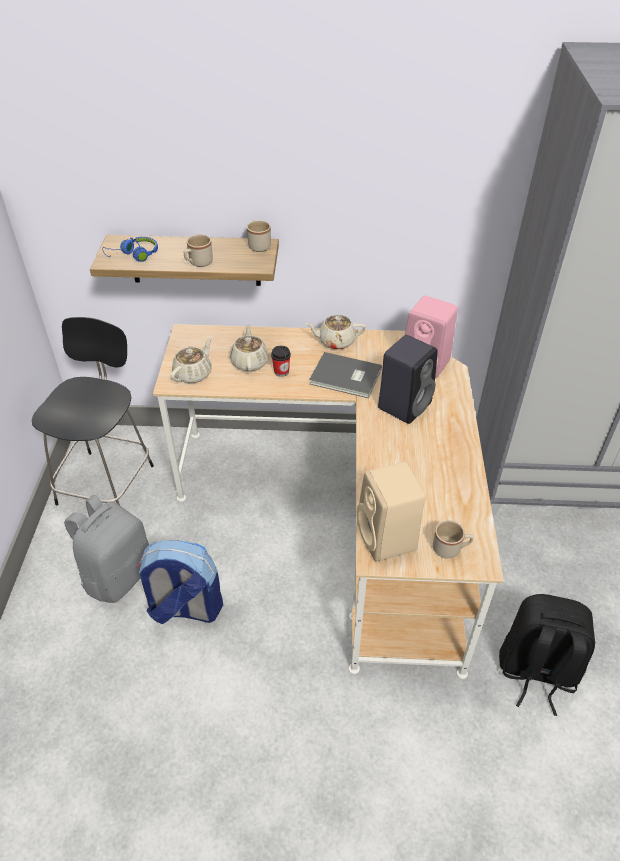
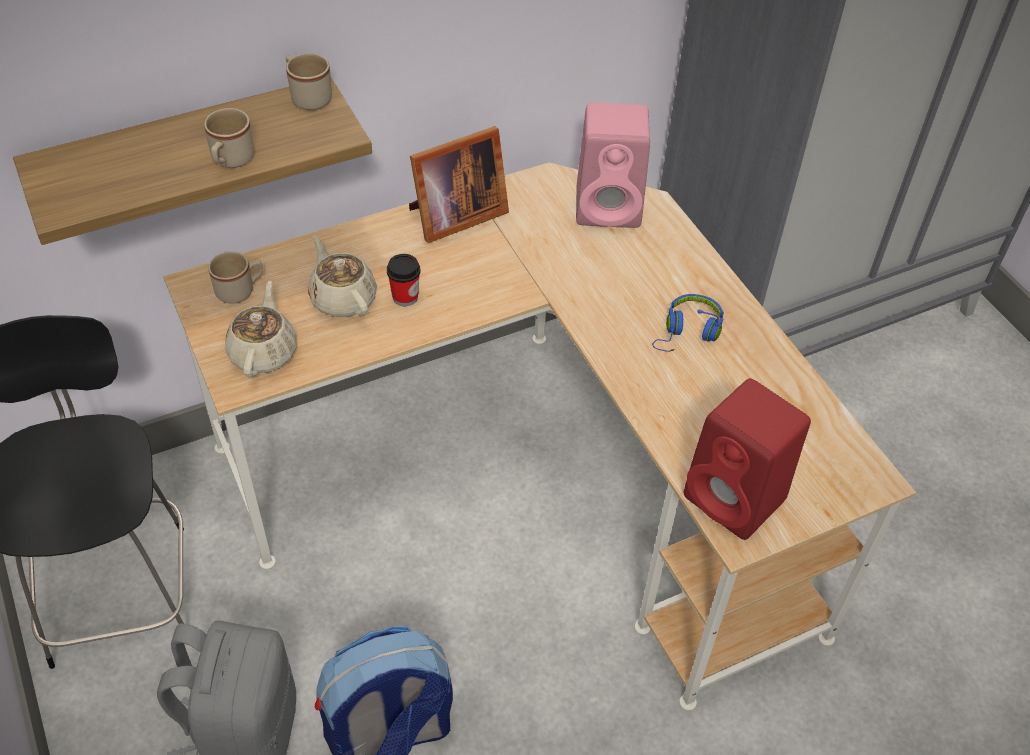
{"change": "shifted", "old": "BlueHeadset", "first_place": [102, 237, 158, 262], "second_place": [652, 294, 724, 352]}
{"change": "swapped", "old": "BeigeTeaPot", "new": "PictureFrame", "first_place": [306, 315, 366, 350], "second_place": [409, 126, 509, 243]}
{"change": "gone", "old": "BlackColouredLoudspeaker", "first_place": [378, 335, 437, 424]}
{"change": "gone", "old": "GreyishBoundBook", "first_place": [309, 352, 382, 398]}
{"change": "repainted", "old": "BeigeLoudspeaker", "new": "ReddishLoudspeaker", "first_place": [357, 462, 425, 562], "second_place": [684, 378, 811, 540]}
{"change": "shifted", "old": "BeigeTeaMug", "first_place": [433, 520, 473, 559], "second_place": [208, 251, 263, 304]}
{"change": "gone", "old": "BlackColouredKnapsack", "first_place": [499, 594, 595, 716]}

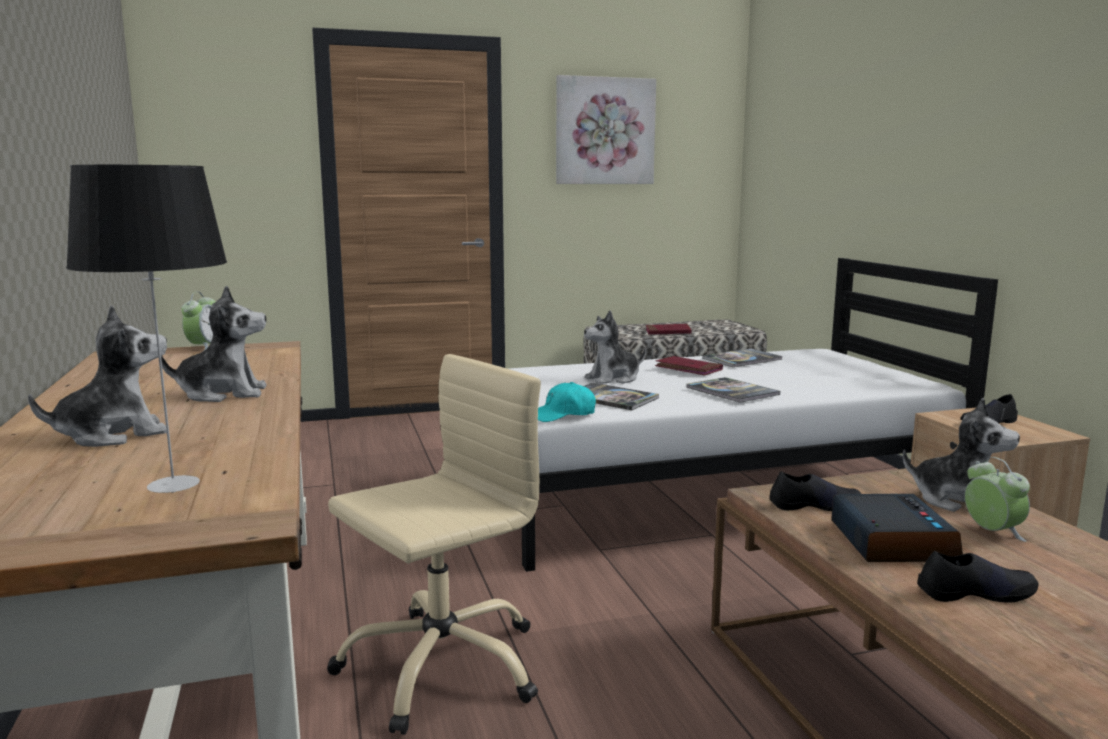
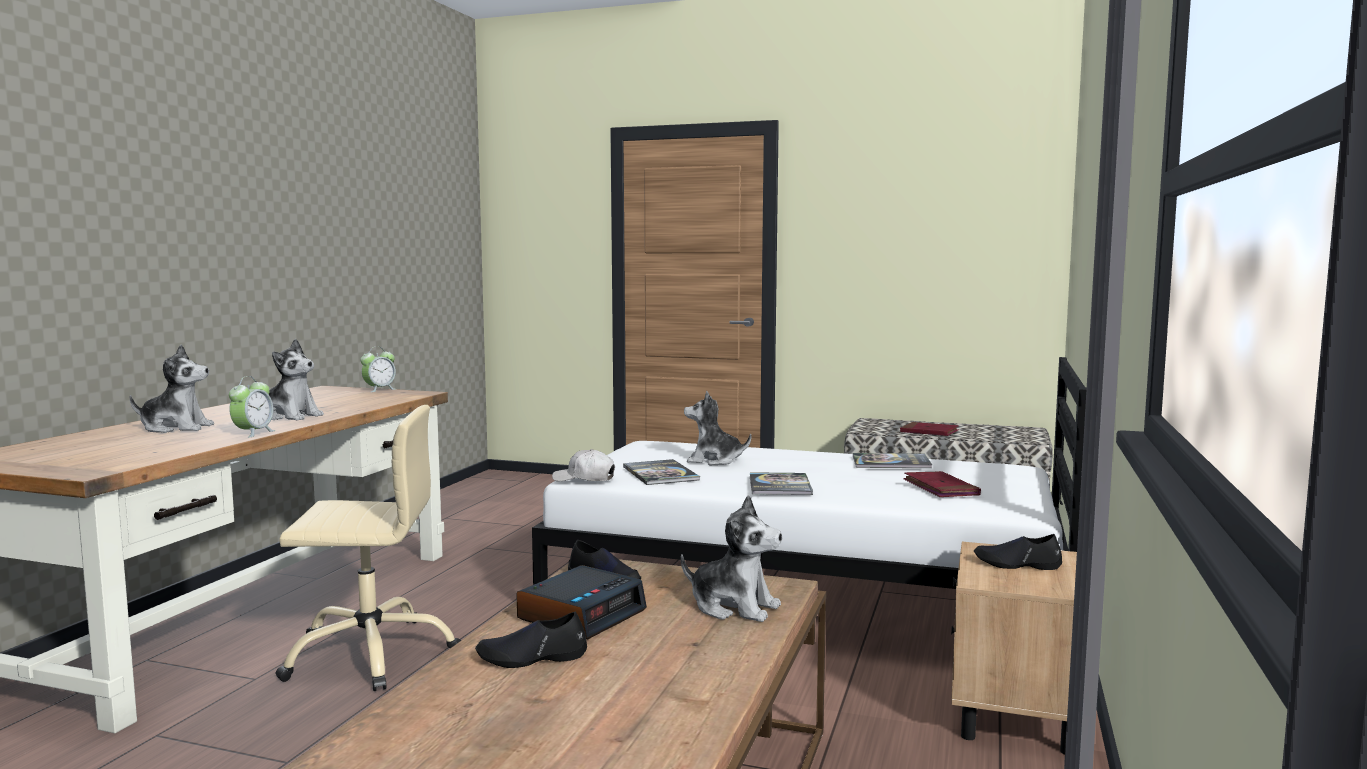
{"change": "gone", "old": "WallPicture", "first_place": [556, 75, 656, 184]}
{"change": "gone", "old": "LampForATable", "first_place": [66, 165, 227, 493]}
{"change": "shifted", "old": "ReddishBoundBook", "first_place": [655, 356, 723, 376], "second_place": [903, 471, 981, 497]}
{"change": "repainted", "old": "TurquoiseColouredBaseballCap", "new": "WhiteColouredBaseballCap", "first_place": [538, 382, 596, 422], "second_place": [552, 449, 615, 482]}
{"change": "rotated", "old": "PlushToy", "first_place": [903, 398, 1020, 512], "second_place": [681, 495, 782, 622], "degrees": -45}
{"change": "shifted", "old": "AlarmClock", "first_place": [965, 457, 1030, 542], "second_place": [229, 376, 276, 438]}
{"change": "rotated", "old": "BlackColouredLowShoe", "first_place": [917, 551, 1038, 603], "second_place": [475, 612, 587, 668], "degrees": 135}

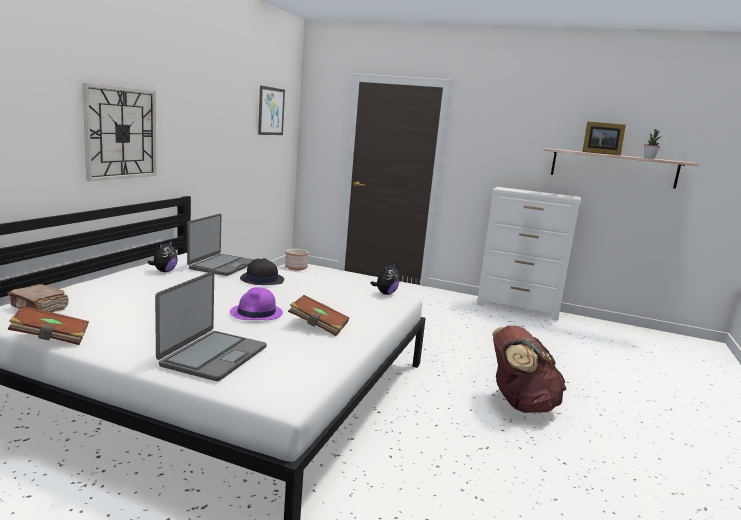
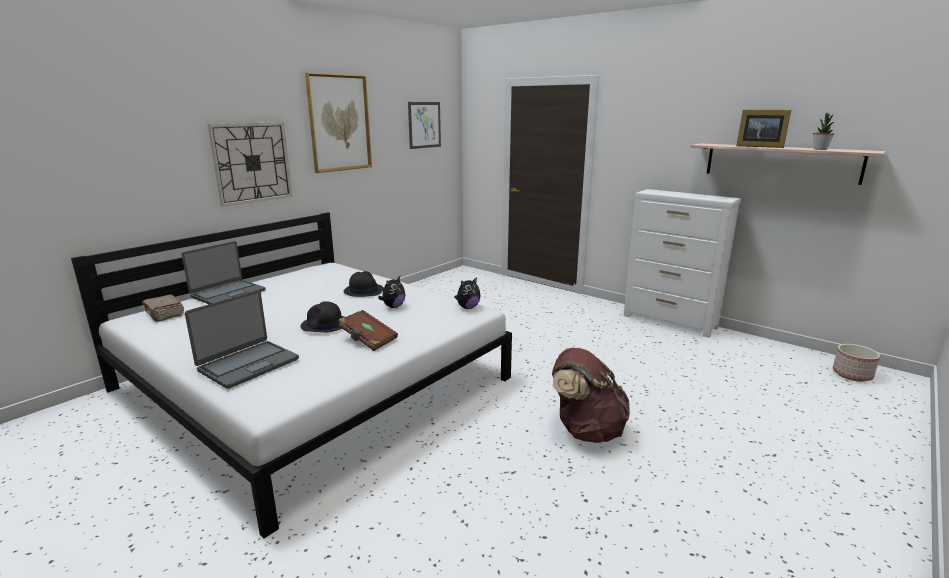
{"change": "shifted", "old": "Laptop", "first_place": [187, 214, 254, 276], "second_place": [182, 241, 266, 304]}
{"change": "shifted", "old": "PlushToy", "first_place": [148, 240, 178, 272], "second_place": [378, 276, 405, 308]}
{"change": "shifted", "old": "FlowerPot", "first_place": [285, 249, 308, 270], "second_place": [833, 344, 880, 382]}
{"change": "repainted", "old": "PurpleColouredClothingHat", "new": "BlackColouredClothingHat", "first_place": [230, 287, 283, 320], "second_place": [300, 301, 344, 332]}
{"change": "gone", "old": "BrownColouredBoundBook", "first_place": [8, 306, 89, 345]}
{"change": "new", "new": "WallPicture", "second_place": [305, 72, 372, 173]}

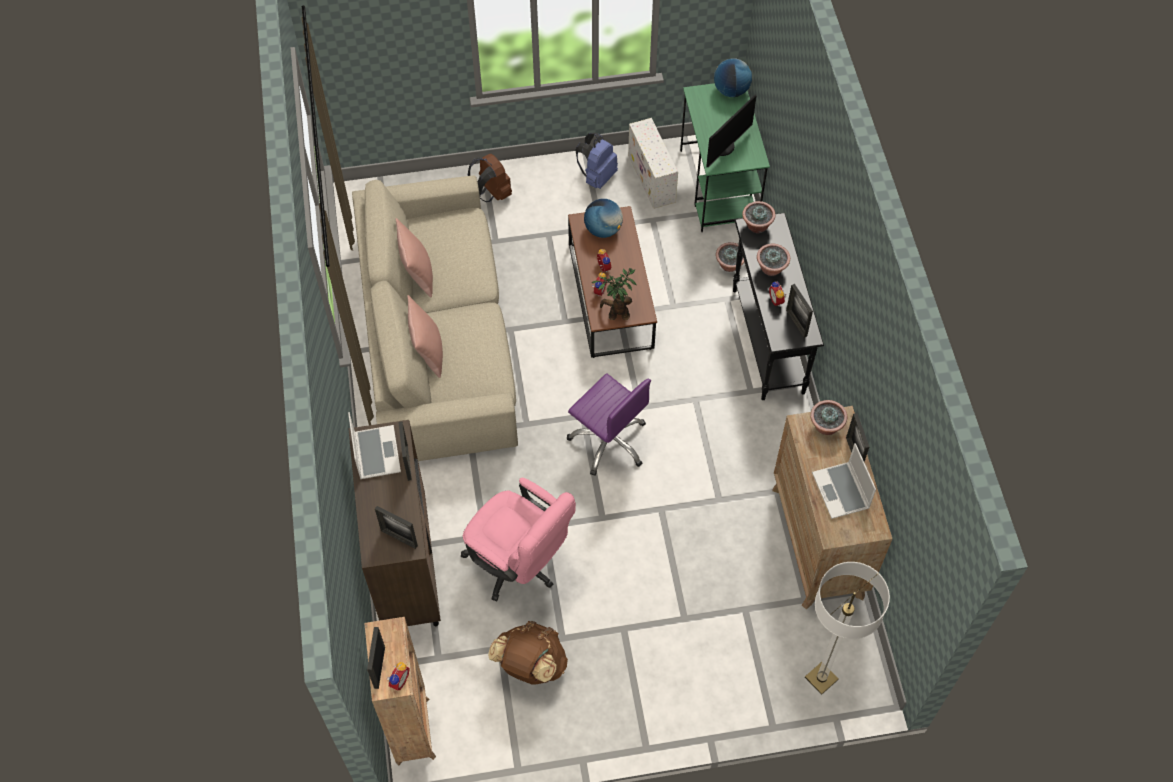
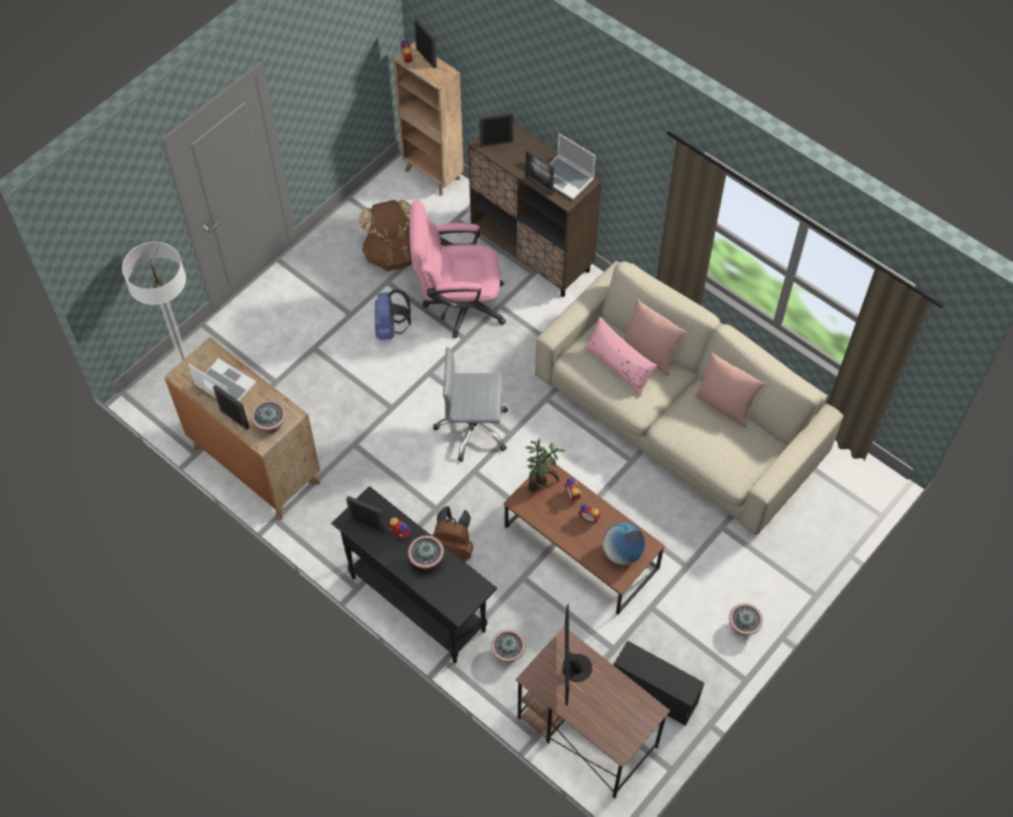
{"change": "gone", "old": "Globe", "first_place": [714, 58, 752, 97]}
{"change": "repainted", "old": "GreenDeskUnit", "new": "BrownColouredDeskUnit", "first_place": [680, 83, 770, 233], "second_place": [516, 626, 670, 798]}
{"change": "repainted", "old": "WhiteColouredStorageContainer", "new": "BlackColouredStorageContainer", "first_place": [628, 118, 678, 209], "second_place": [613, 641, 704, 726]}
{"change": "shifted", "old": "BlueKnapsack", "first_place": [575, 133, 618, 189], "second_place": [375, 289, 411, 340]}
{"change": "shifted", "old": "BrownColouredKnapsack", "first_place": [468, 154, 512, 202], "second_place": [431, 506, 473, 562]}
{"change": "shifted", "old": "PlantInAPot", "first_place": [742, 201, 776, 233], "second_place": [729, 603, 763, 635]}
{"change": "repainted", "old": "PurpleColouredOfficeChair", "new": "GreyishOfficeChair", "first_place": [567, 373, 651, 476], "second_place": [433, 347, 508, 462]}
{"change": "new", "new": "PinkCushion", "second_place": [584, 317, 657, 397]}

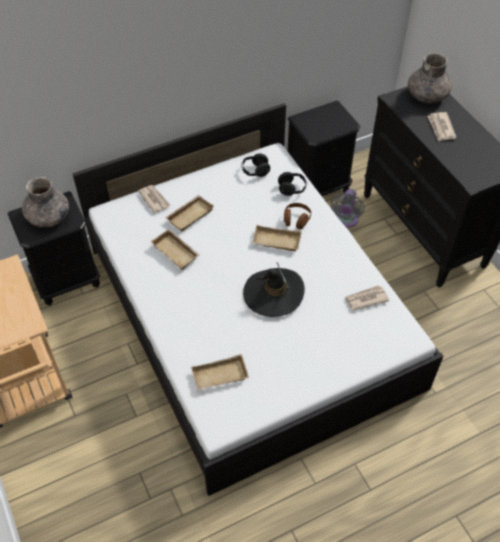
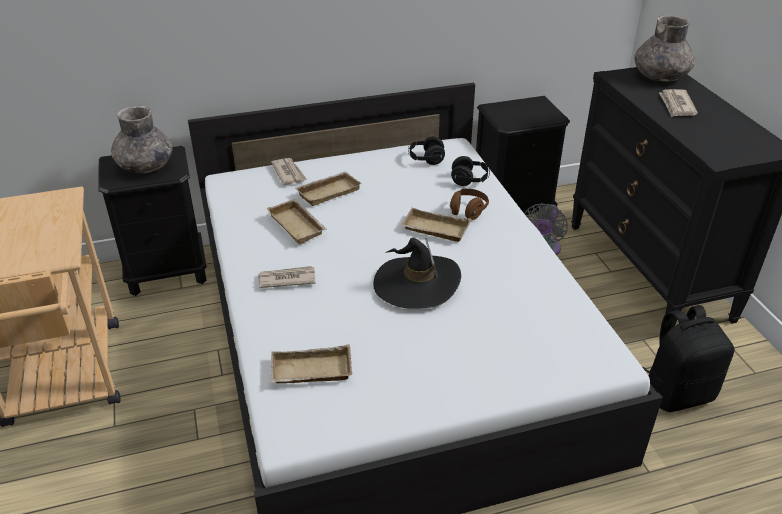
{"change": "shifted", "old": "Newspaper", "first_place": [345, 285, 389, 311], "second_place": [258, 266, 316, 288]}
{"change": "new", "new": "BlackColouredKnapsack", "second_place": [643, 305, 734, 412]}

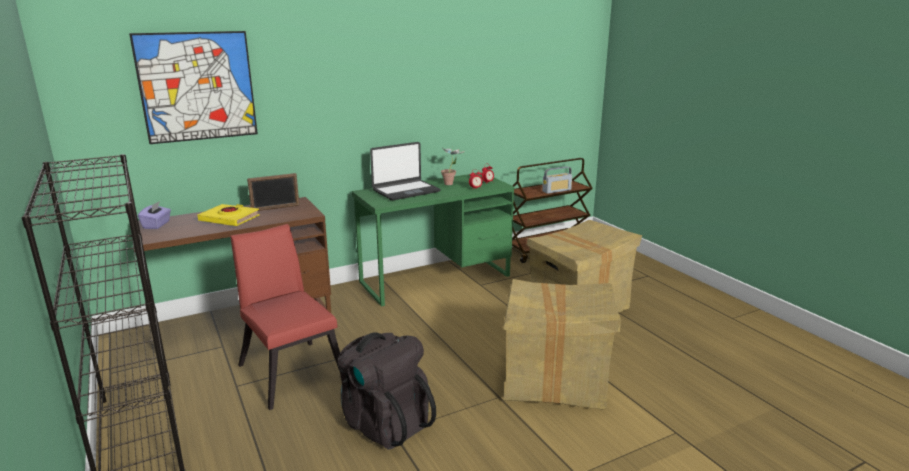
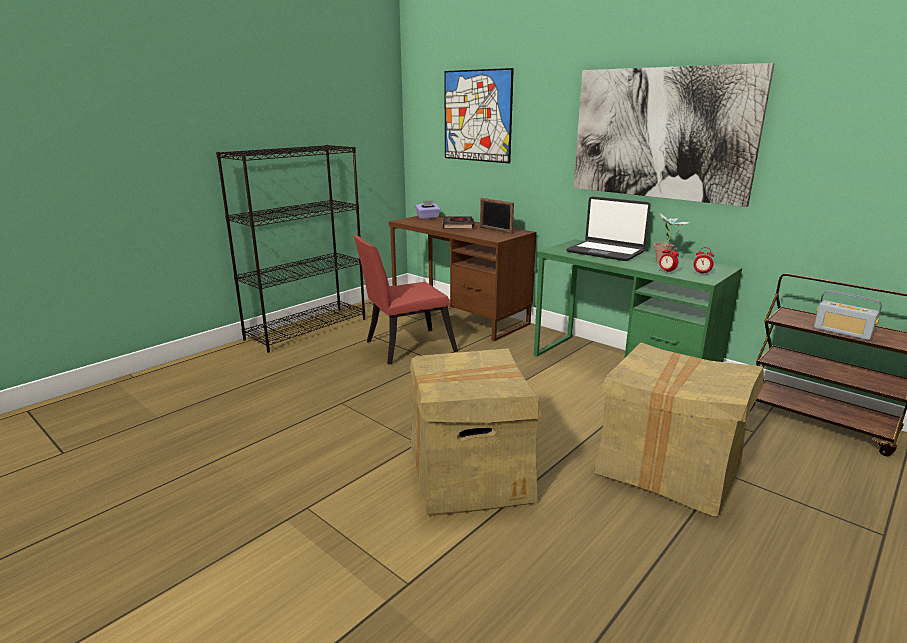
{"change": "repainted", "old": "YellowColouredBoundBook", "new": "BlackColouredBoundBook", "first_place": [197, 204, 260, 226], "second_place": [442, 216, 474, 229]}
{"change": "rotated", "old": "ReddishUprightChair", "first_place": [230, 224, 340, 410], "second_place": [354, 236, 458, 364], "degrees": -150}
{"change": "gone", "old": "BlackColouredKnapsack", "first_place": [338, 332, 436, 449]}
{"change": "new", "new": "WallPicture", "second_place": [574, 63, 775, 207]}

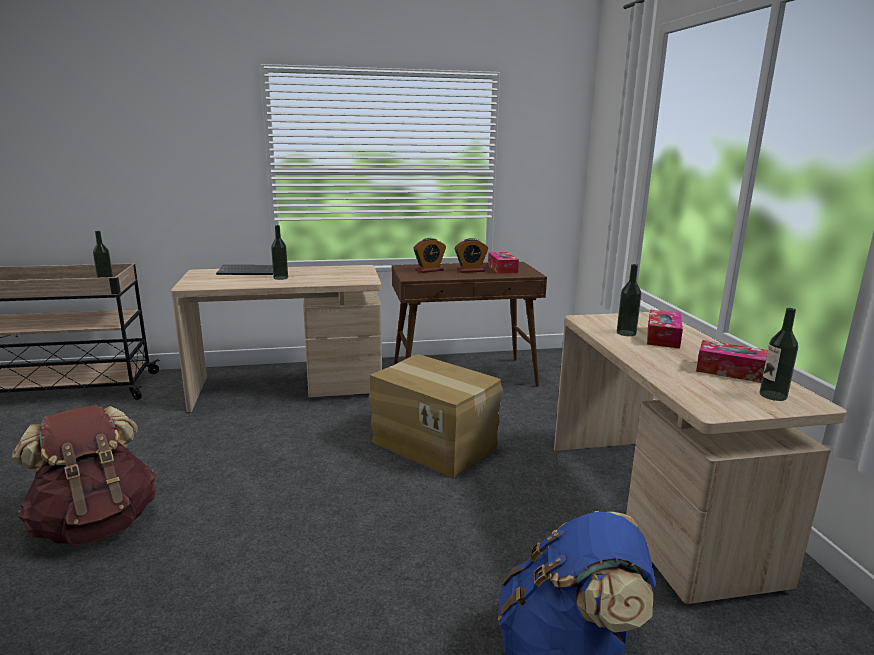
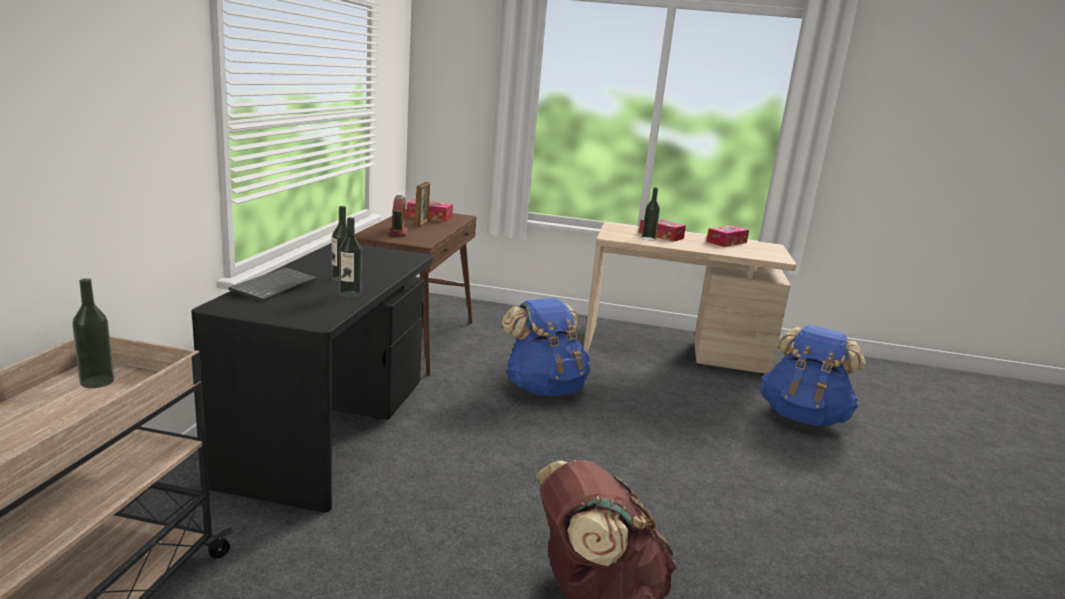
{"change": "swapped", "old": "AlarmClock", "new": "PictureFrame", "first_place": [455, 238, 488, 273], "second_place": [415, 182, 430, 228]}
{"change": "repainted", "old": "BeigeDeskUnit", "new": "BlackColouredDeskUnit", "first_place": [171, 265, 382, 412], "second_place": [191, 243, 433, 512]}
{"change": "shifted", "old": "Bottle", "first_place": [760, 308, 798, 401], "second_place": [339, 217, 362, 298]}
{"change": "swapped", "old": "Carton", "new": "BlueKnapsack", "first_place": [369, 354, 503, 478], "second_place": [502, 298, 590, 396]}

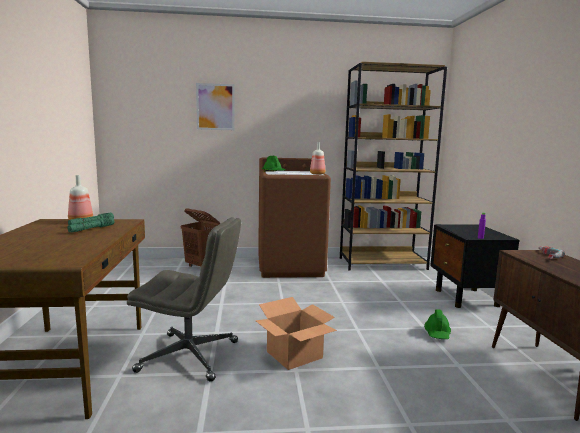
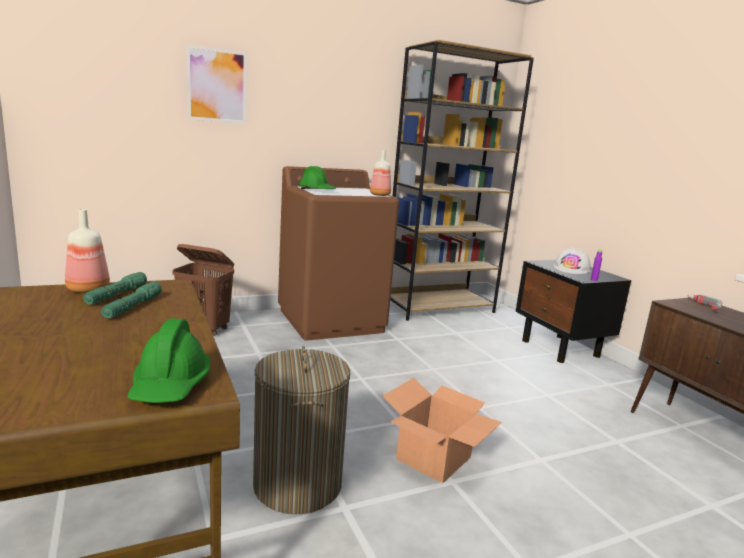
{"change": "swapped", "old": "GreyishOfficeChair", "new": "Hamper", "first_place": [127, 217, 241, 382], "second_place": [253, 346, 350, 514]}
{"change": "shifted", "old": "GreenSafetyHelmet", "first_place": [424, 309, 451, 339], "second_place": [127, 319, 210, 403]}
{"change": "new", "new": "WhiteColouredSafetyHelmet", "second_place": [553, 247, 591, 274]}

